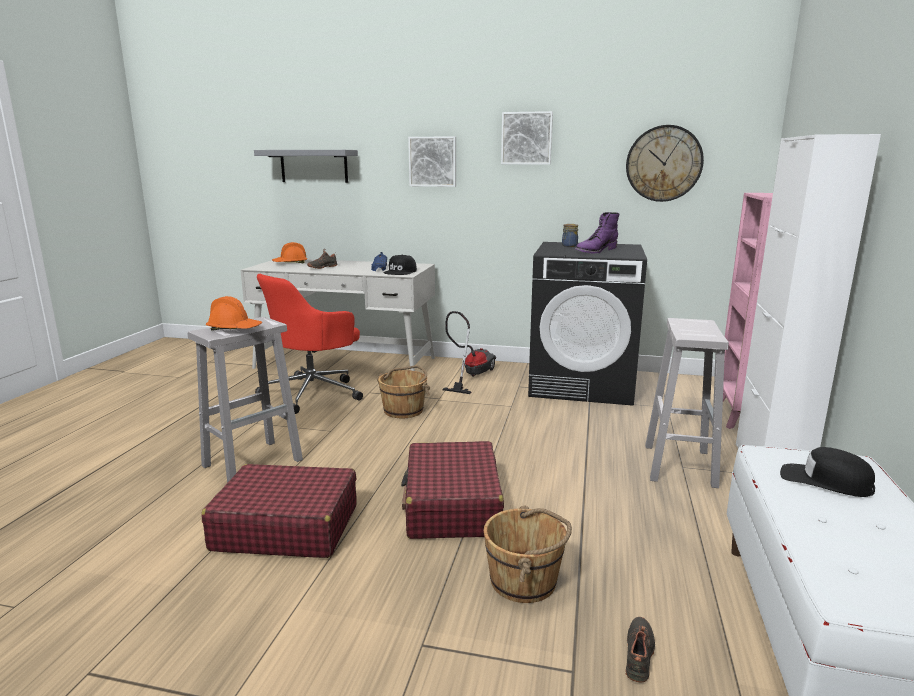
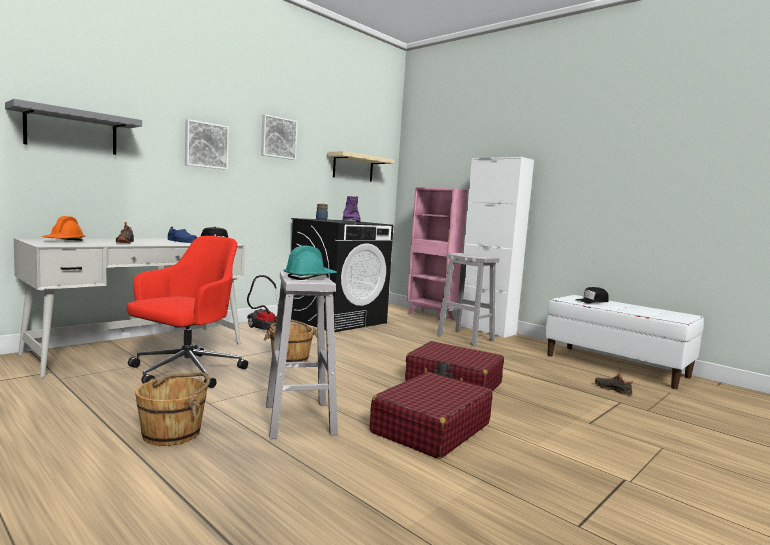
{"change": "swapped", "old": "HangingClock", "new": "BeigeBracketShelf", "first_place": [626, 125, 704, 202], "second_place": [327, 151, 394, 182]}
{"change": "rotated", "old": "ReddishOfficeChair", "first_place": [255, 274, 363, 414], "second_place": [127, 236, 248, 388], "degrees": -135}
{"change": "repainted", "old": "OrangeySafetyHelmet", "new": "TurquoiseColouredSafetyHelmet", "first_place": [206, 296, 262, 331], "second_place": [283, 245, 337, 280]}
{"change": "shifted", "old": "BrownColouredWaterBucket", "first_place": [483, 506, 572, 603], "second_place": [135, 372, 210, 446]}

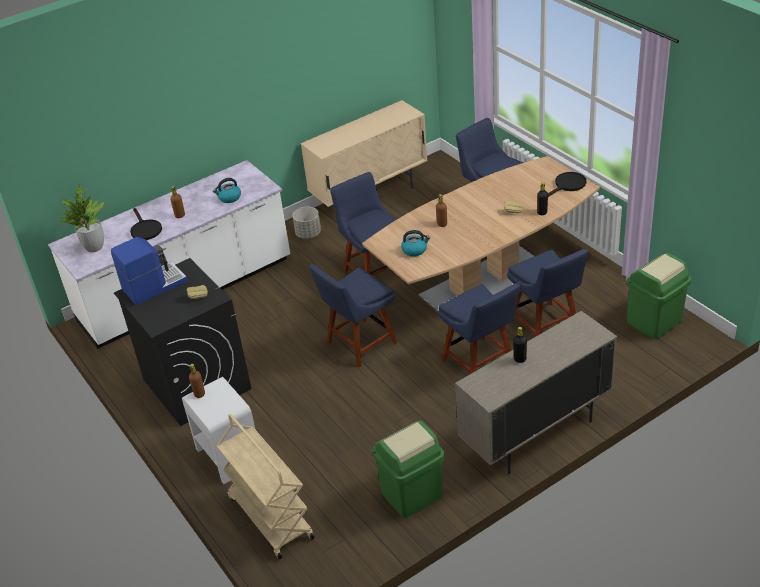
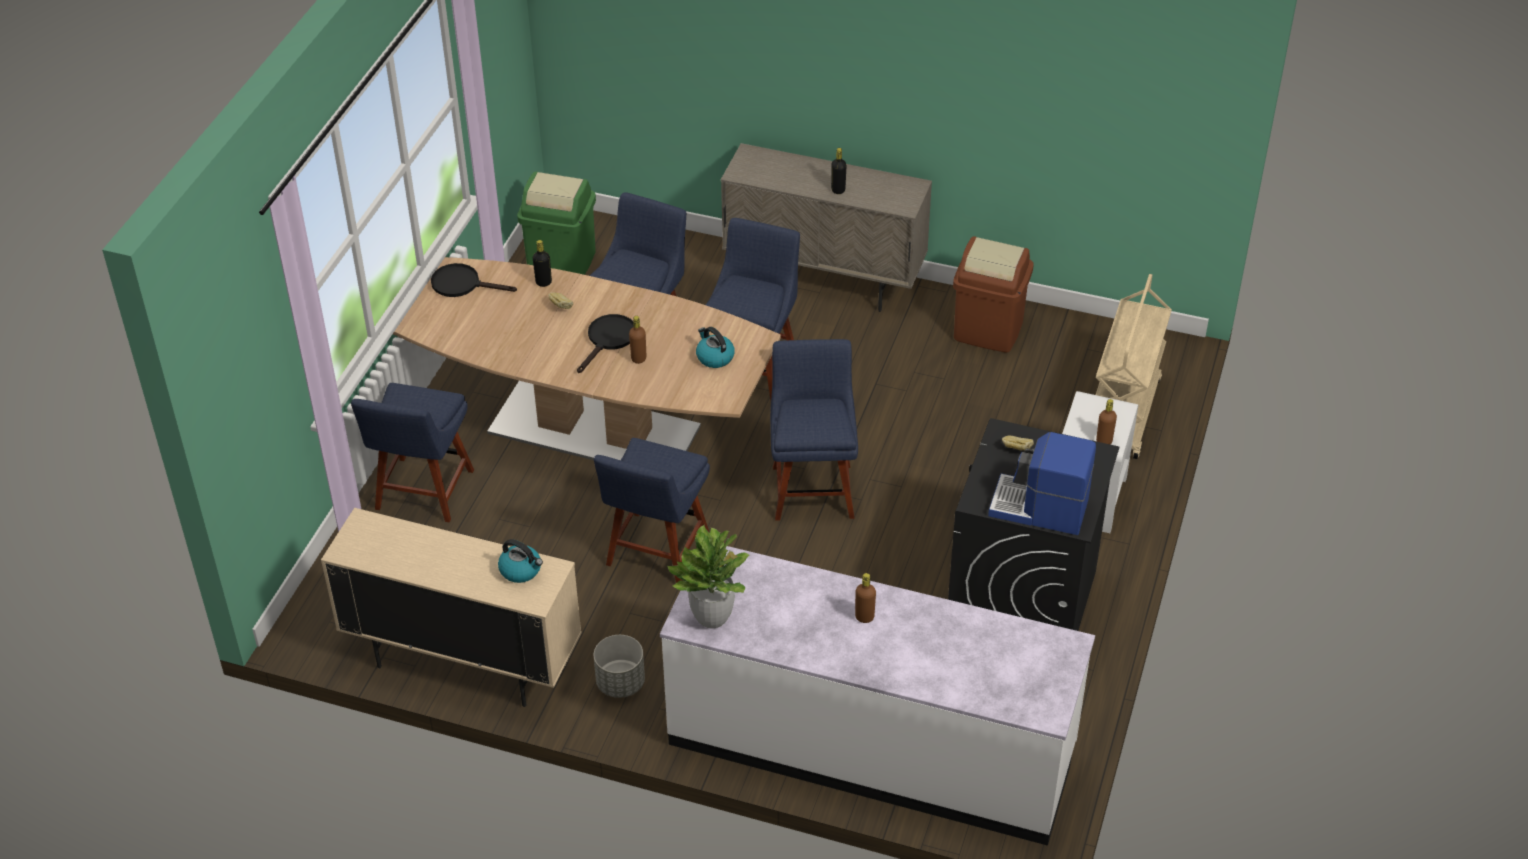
{"change": "shifted", "old": "TeaKettle", "first_place": [213, 178, 241, 203], "second_place": [498, 539, 543, 583]}
{"change": "shifted", "old": "PlantInAPot", "first_place": [58, 185, 104, 252], "second_place": [667, 525, 750, 629]}
{"change": "shifted", "old": "BlackColouredSkillet", "first_place": [130, 208, 162, 240], "second_place": [577, 314, 634, 373]}
{"change": "rotated", "old": "BlueUprightChair", "first_place": [309, 264, 397, 367], "second_place": [770, 339, 858, 521], "degrees": -105}
{"change": "repainted", "old": "GreenRubbishBin", "new": "BrownColouredRubbishBin", "first_place": [372, 421, 445, 518], "second_place": [953, 236, 1034, 353]}

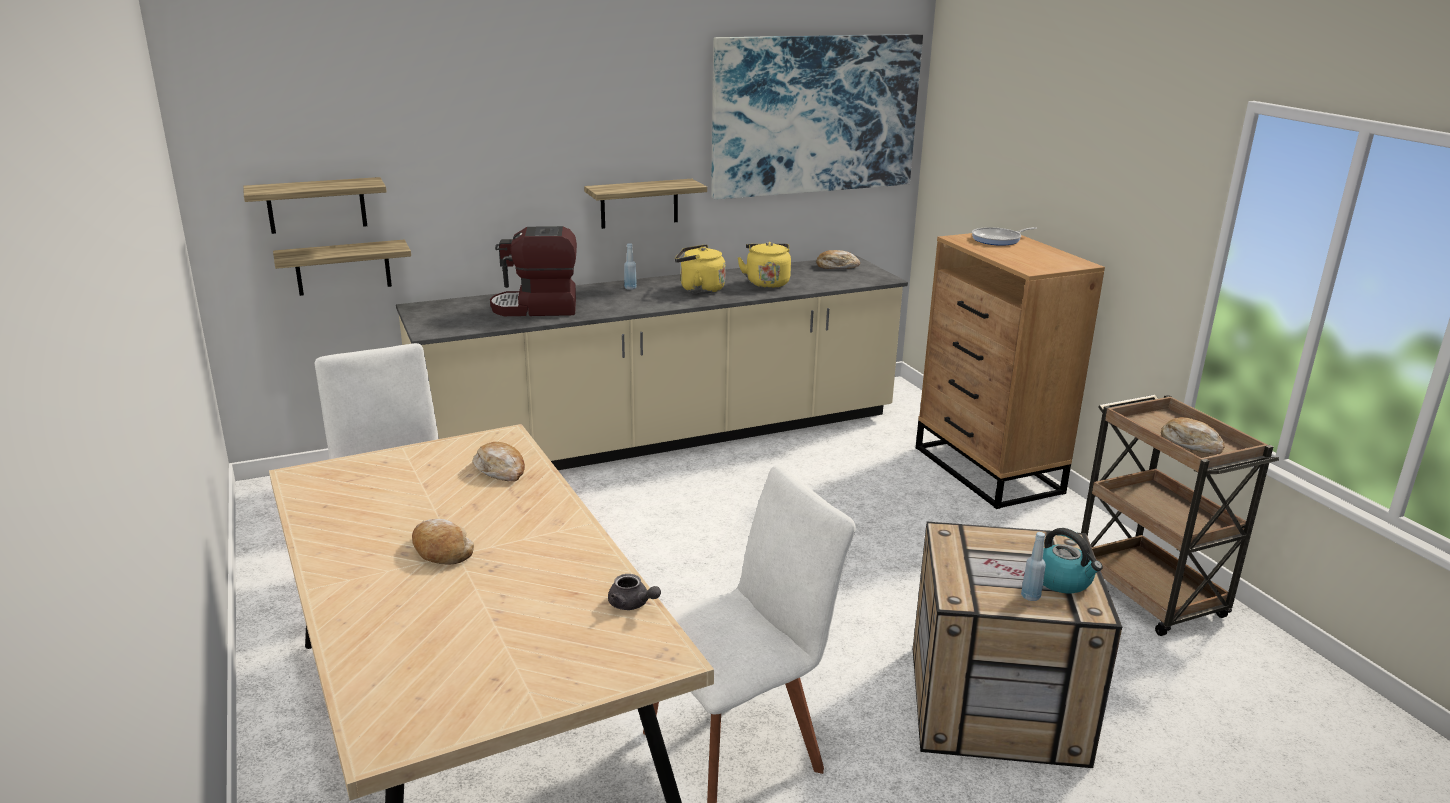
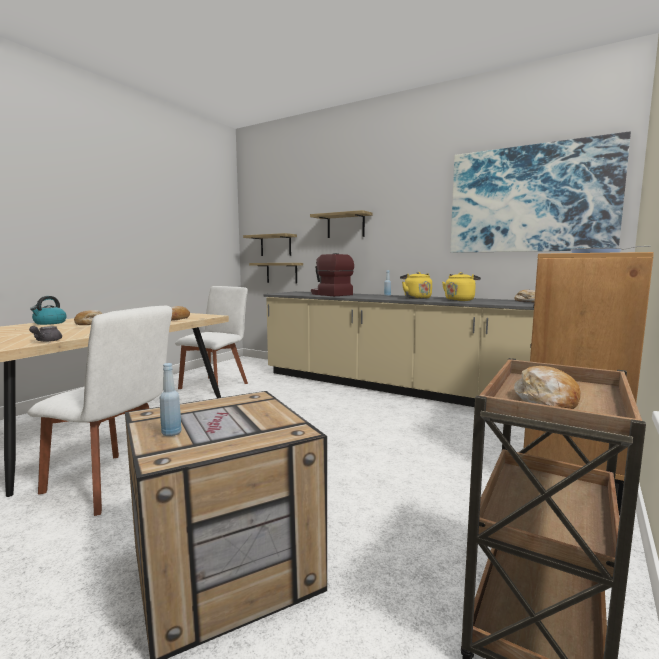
{"change": "shifted", "old": "BracketShelf", "first_place": [584, 179, 707, 229], "second_place": [310, 210, 373, 238]}
{"change": "shifted", "old": "TeaKettle", "first_place": [1043, 528, 1103, 593], "second_place": [30, 296, 67, 325]}

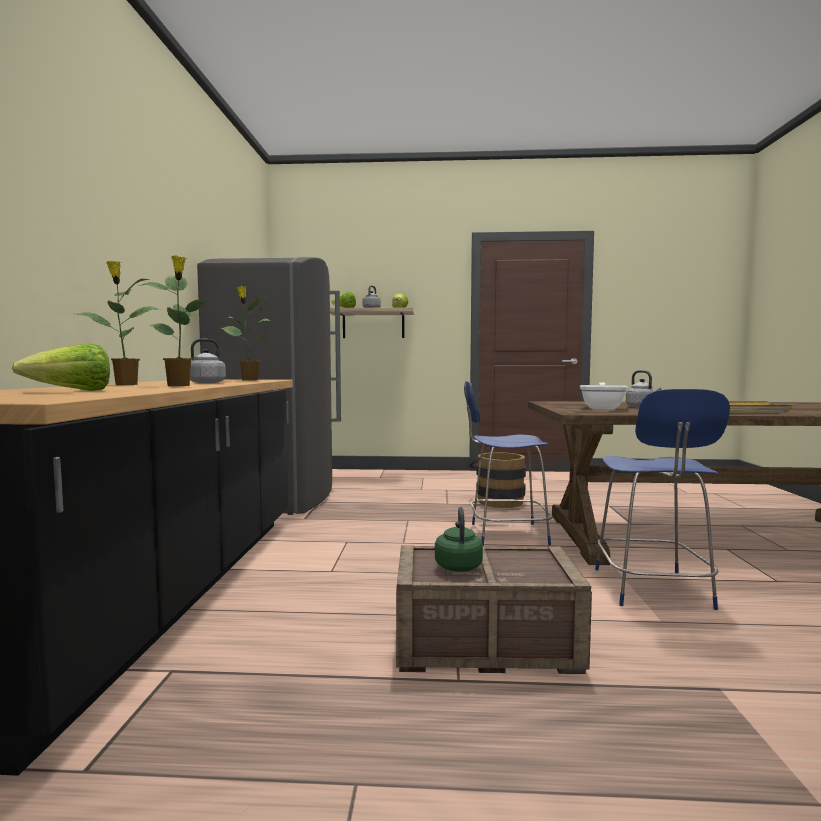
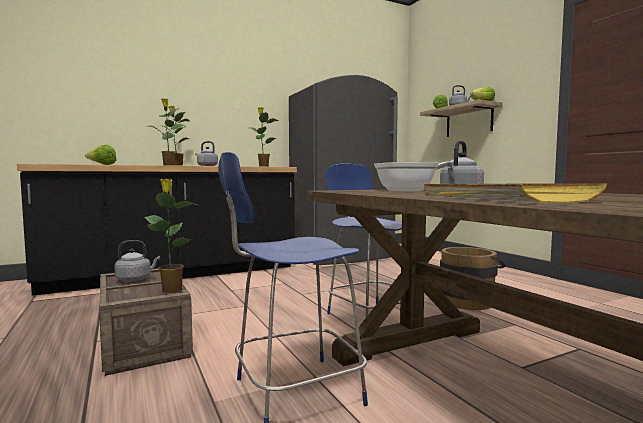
{"change": "repainted", "old": "GreenTeaKettle", "new": "GreyishTeaKettle", "first_place": [435, 507, 483, 572], "second_place": [114, 240, 160, 281]}
{"change": "new", "new": "PlantInAPot", "second_place": [144, 179, 197, 293]}

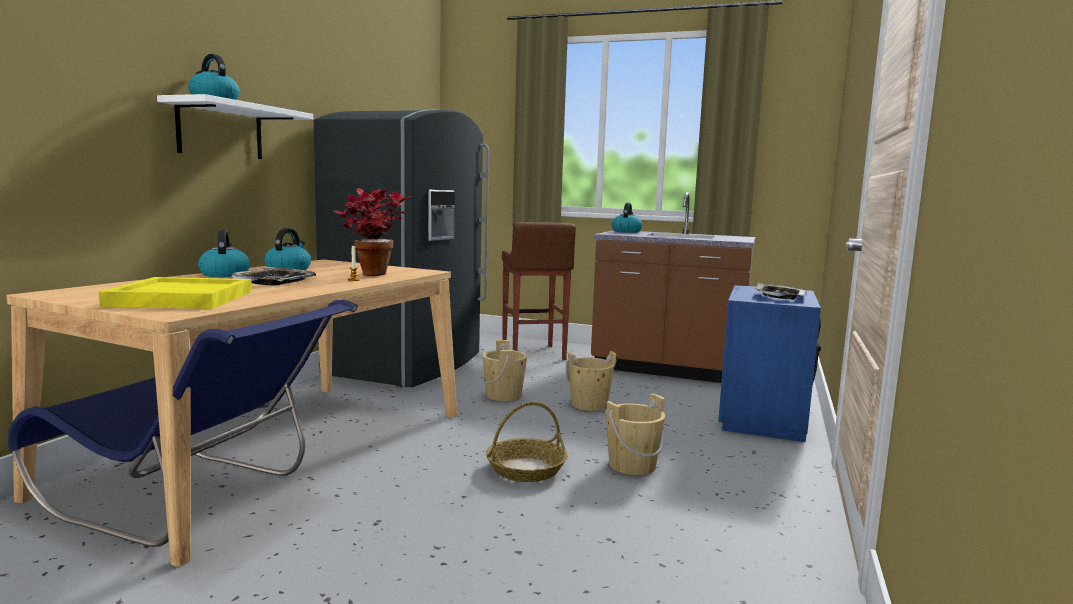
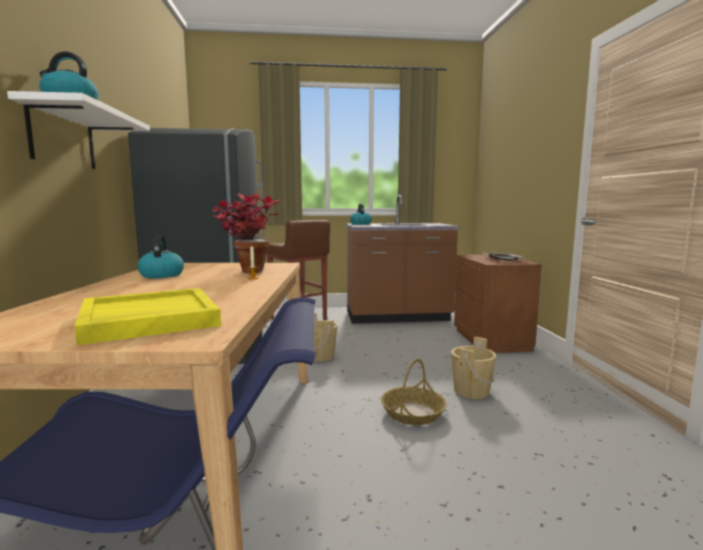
{"change": "gone", "old": "TeaKettle", "first_place": [198, 230, 250, 277]}
{"change": "gone", "old": "ServingTray", "first_place": [232, 267, 316, 286]}
{"change": "repainted", "old": "BlueBedsideTable", "new": "BrownColouredBedsideTable", "first_place": [718, 285, 821, 442], "second_place": [454, 255, 542, 353]}
{"change": "gone", "old": "BeigeWaterBucket", "first_place": [566, 351, 617, 411]}

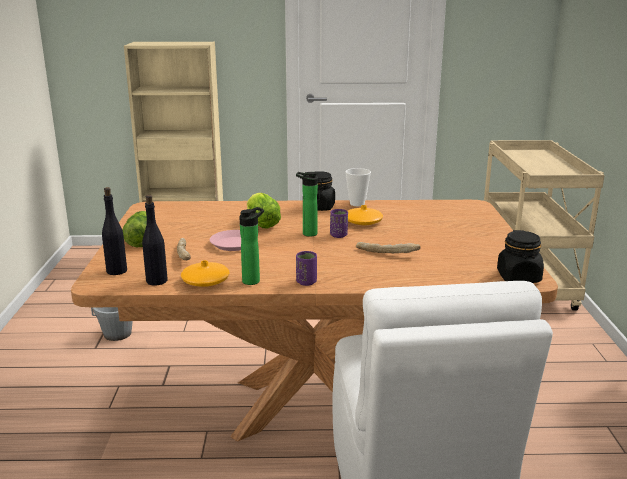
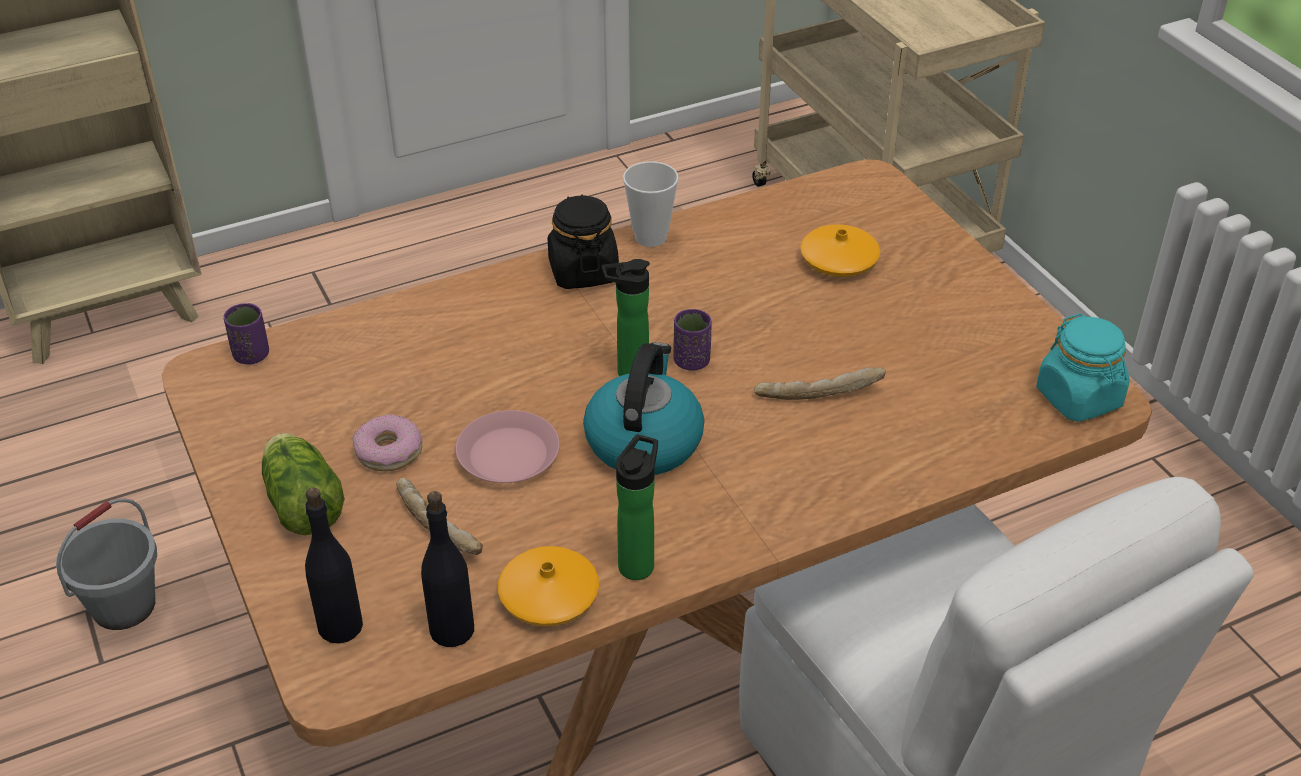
{"change": "gone", "old": "HeadOfLettuce", "first_place": [247, 193, 281, 229]}
{"change": "shifted", "old": "OrangeyFlowerVase", "first_place": [348, 205, 383, 225], "second_place": [800, 224, 880, 277]}
{"change": "repainted", "old": "BlackColouredJar", "new": "TurquoiseColouredJar", "first_place": [497, 230, 544, 283], "second_place": [1037, 313, 1129, 422]}
{"change": "shifted", "old": "PurpleColouredCup", "first_place": [296, 251, 317, 286], "second_place": [224, 303, 269, 365]}
{"change": "new", "new": "TeaKettle", "second_place": [583, 342, 704, 475]}
{"change": "new", "new": "Donut", "second_place": [352, 414, 422, 471]}

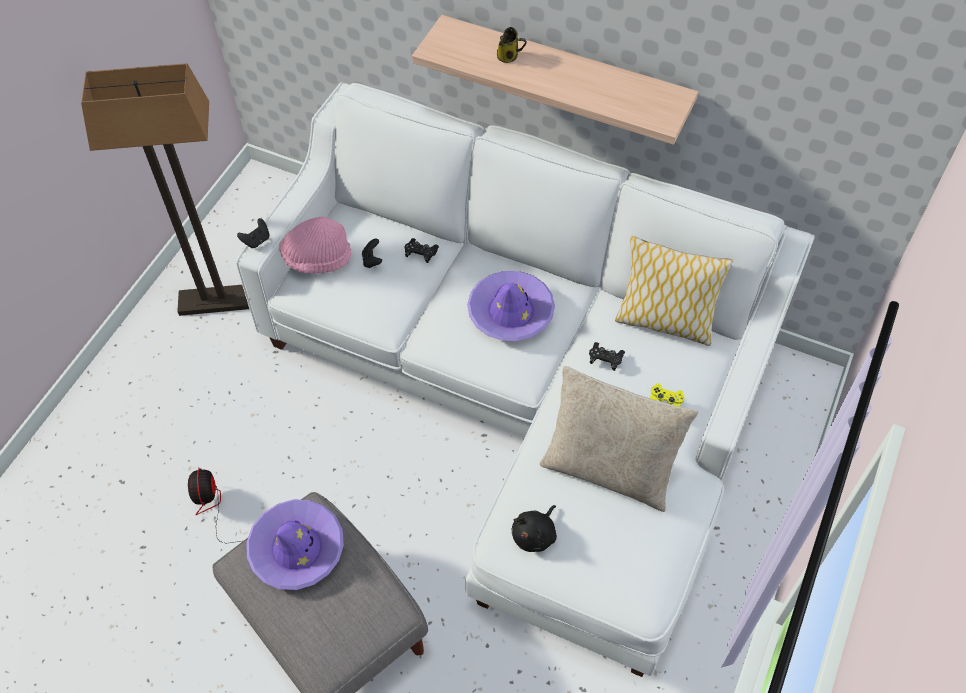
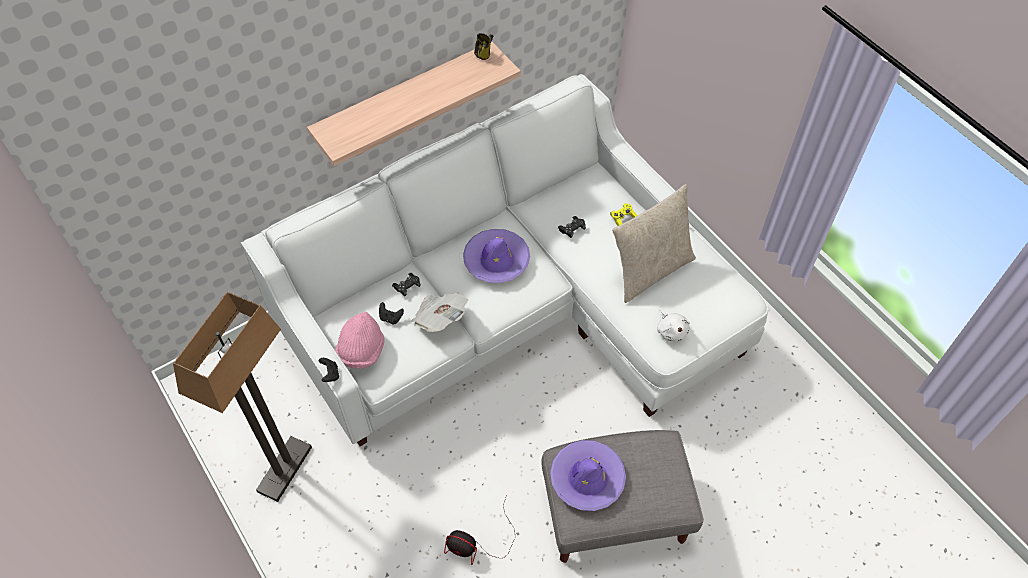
{"change": "shifted", "old": "TeaMug", "first_place": [497, 27, 527, 63], "second_place": [474, 33, 493, 60]}
{"change": "gone", "old": "Cushion", "first_place": [615, 236, 733, 346]}
{"change": "repainted", "old": "BlackColouredPlushToy", "new": "WhiteColouredPlushToy", "first_place": [511, 505, 557, 552], "second_place": [657, 309, 690, 341]}
{"change": "new", "new": "Newspaper", "second_place": [412, 292, 468, 332]}

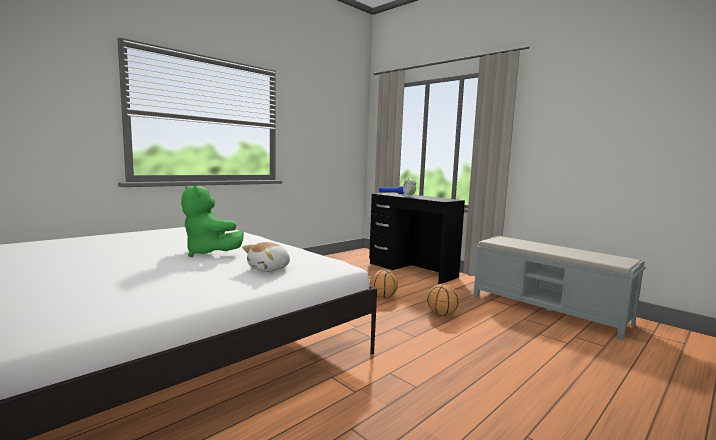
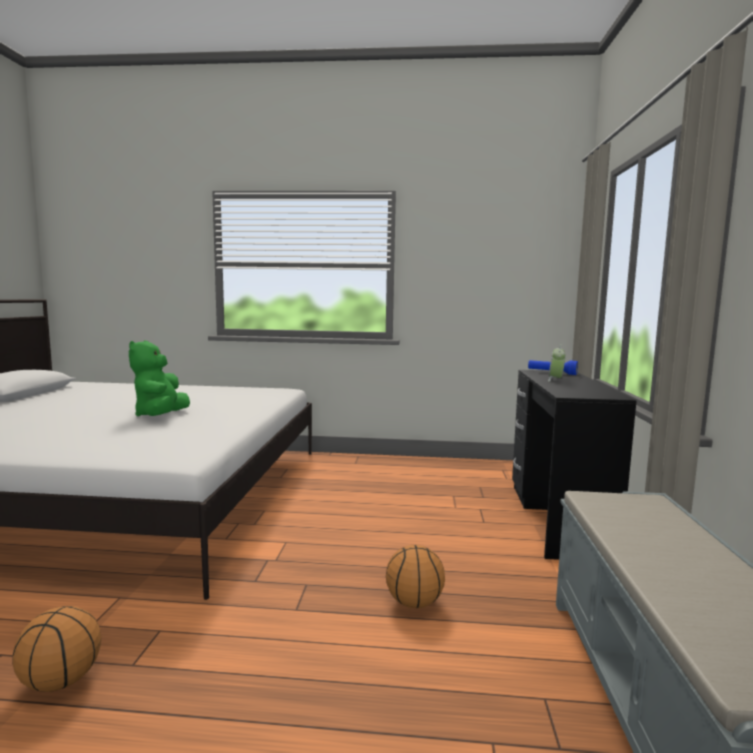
{"change": "gone", "old": "PlushToy", "first_place": [242, 242, 290, 272]}
{"change": "shifted", "old": "BasketballBall", "first_place": [370, 270, 398, 298], "second_place": [12, 606, 101, 692]}

